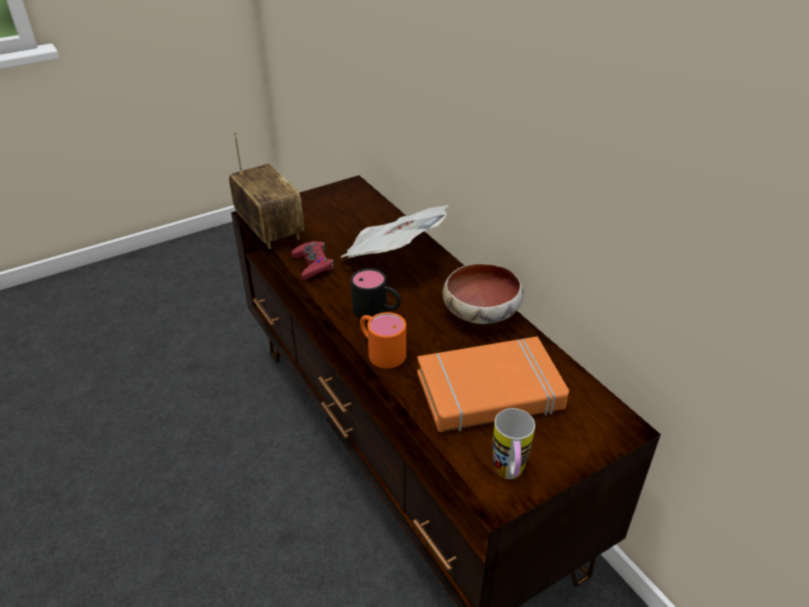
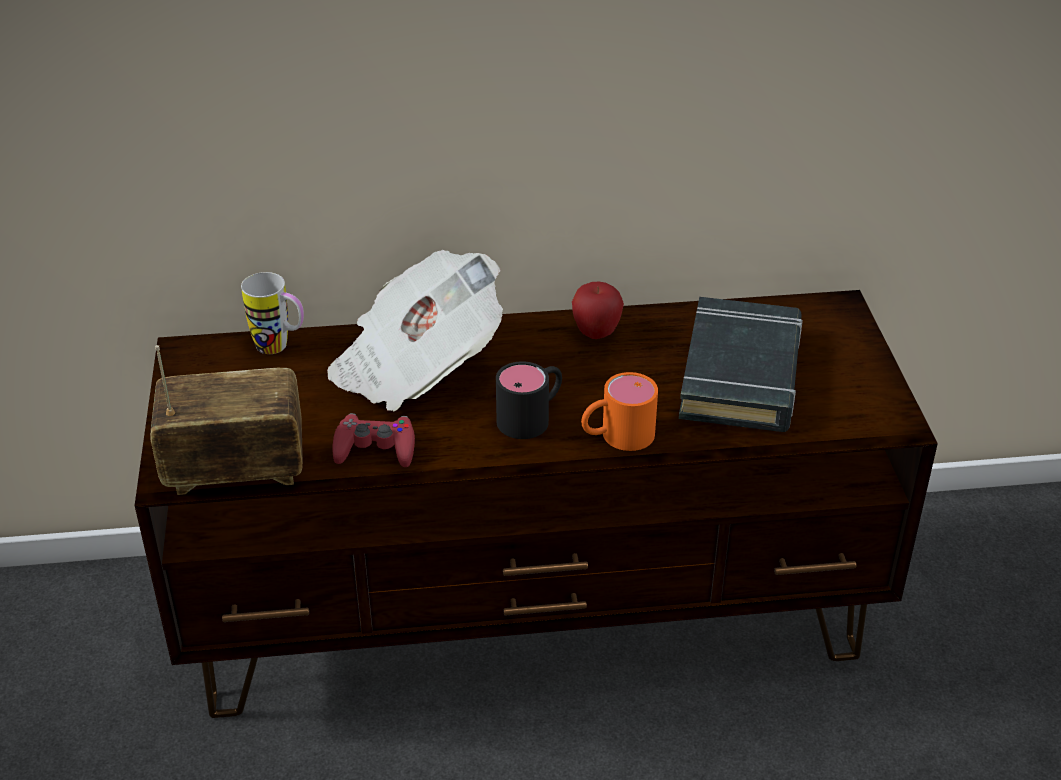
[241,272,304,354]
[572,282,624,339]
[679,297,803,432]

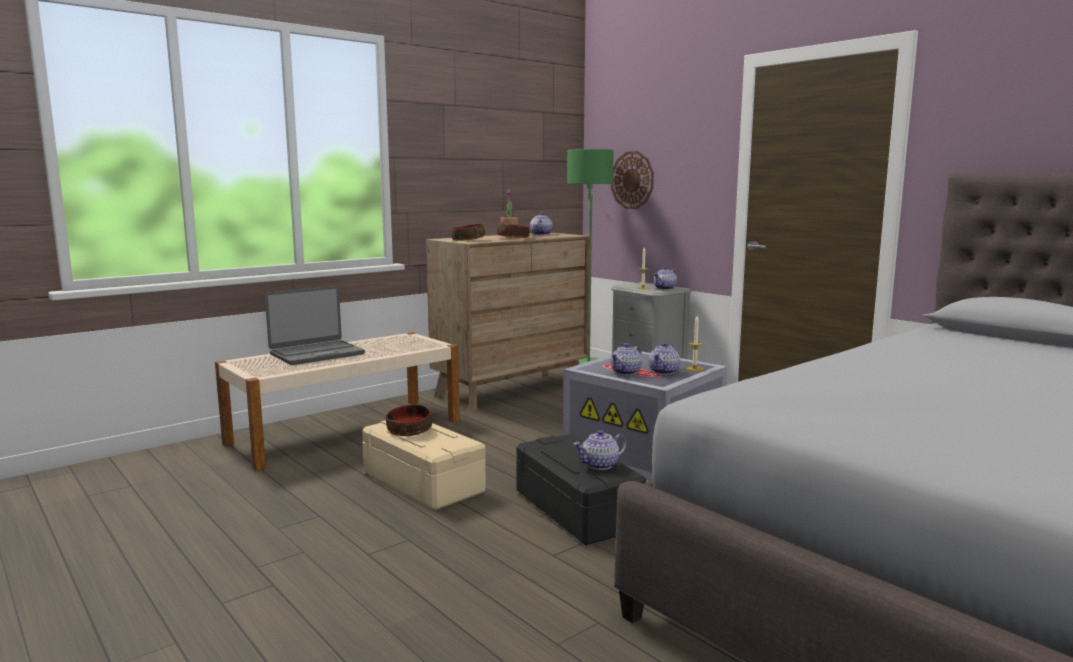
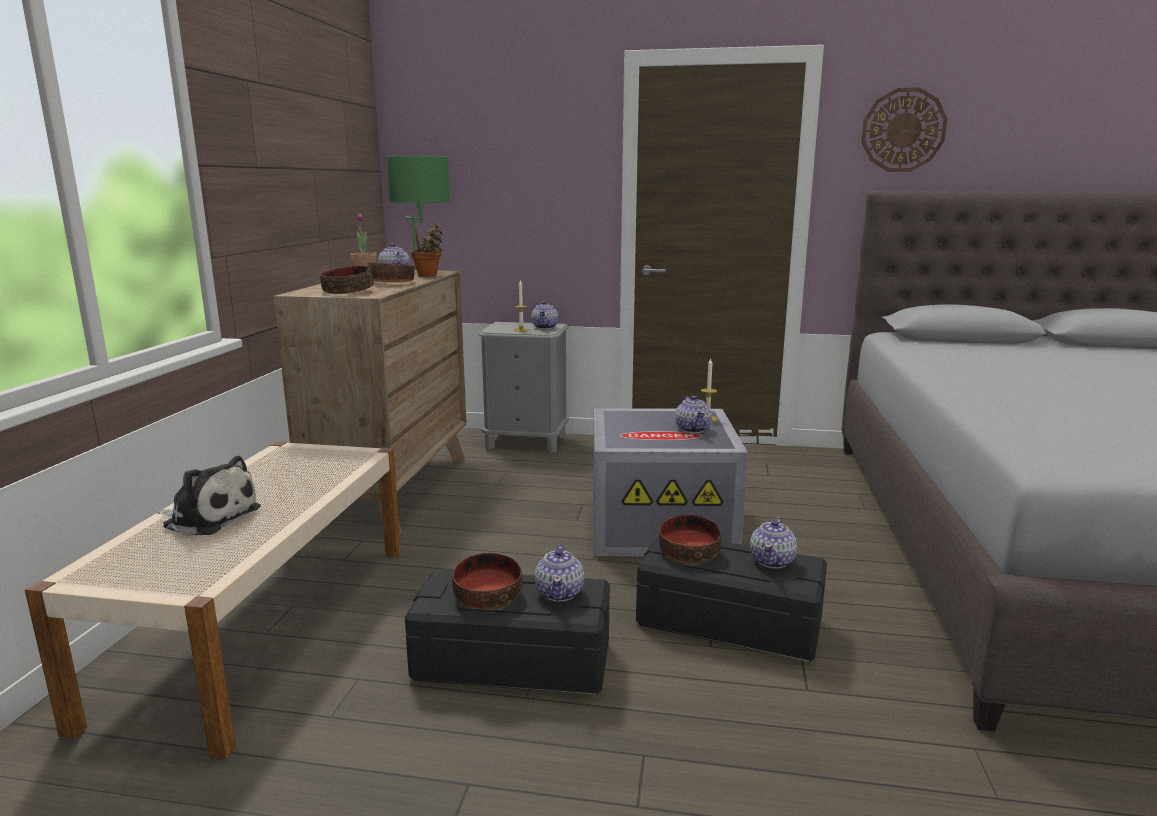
[411,223,443,276]
[659,515,722,563]
[861,88,947,172]
[535,544,584,602]
[157,456,261,536]
[405,570,610,695]

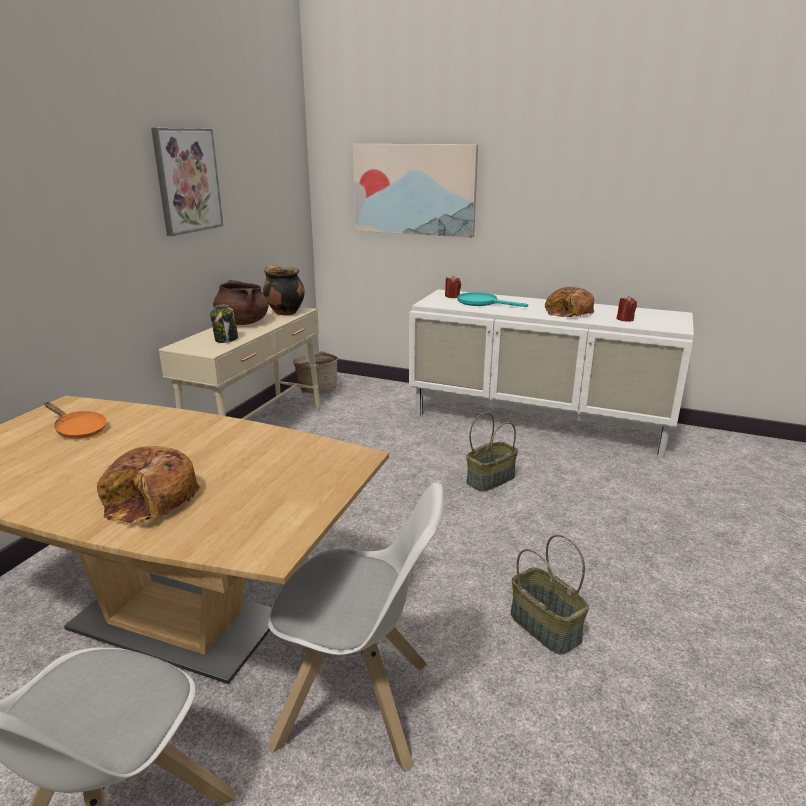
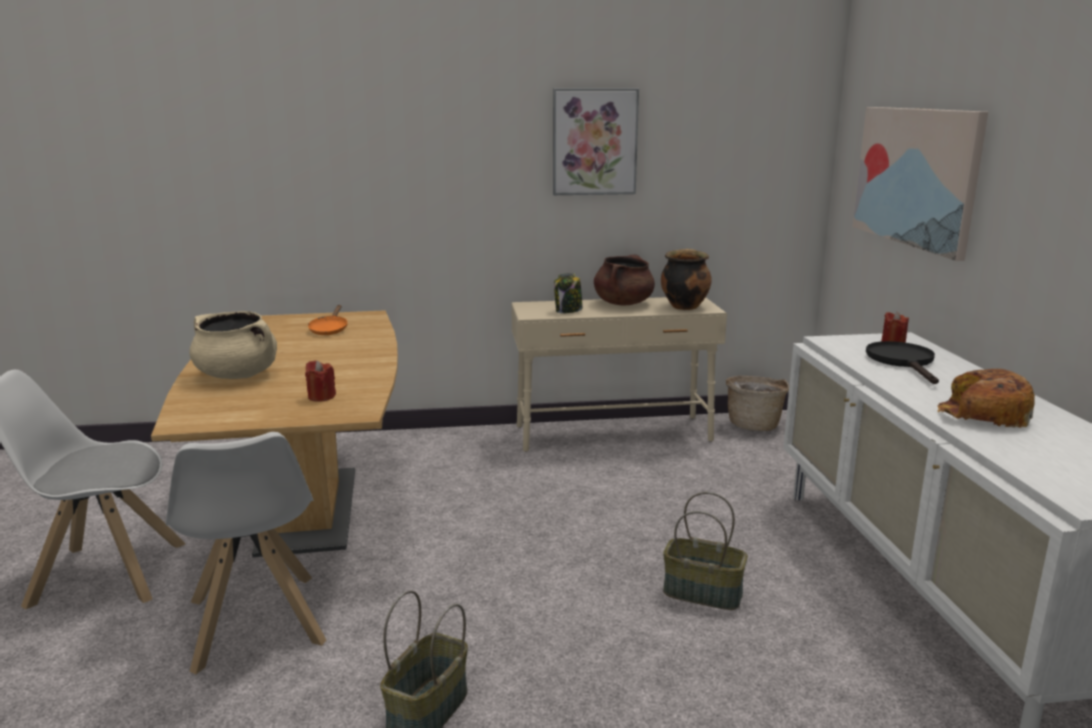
[305,361,336,402]
[189,311,277,379]
[866,341,939,384]

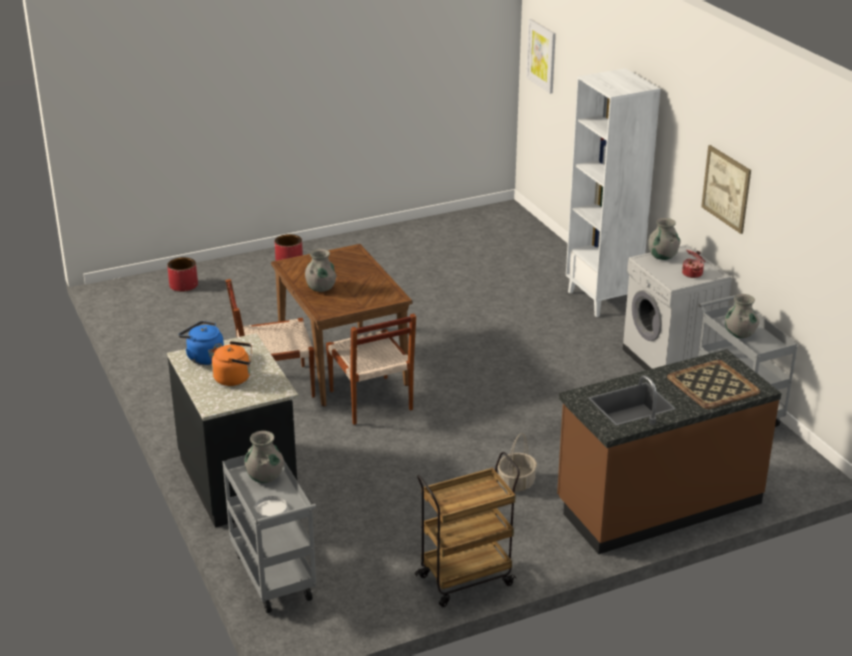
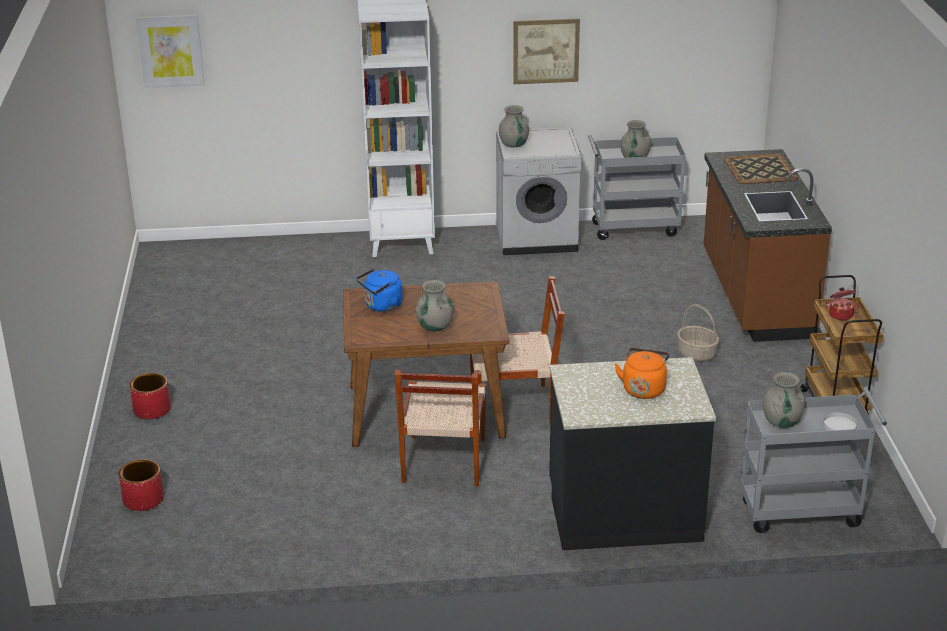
[356,268,403,312]
[825,287,860,320]

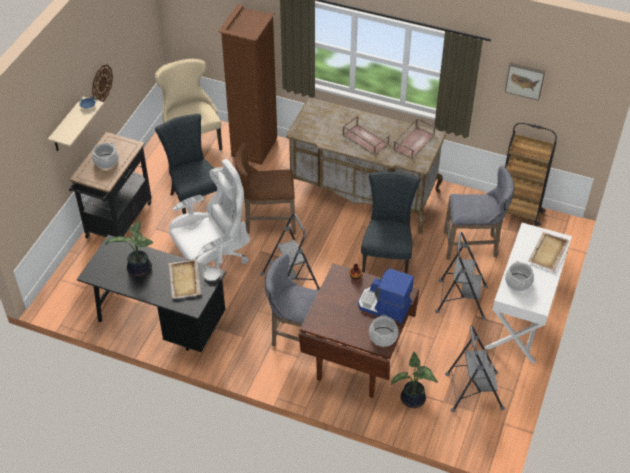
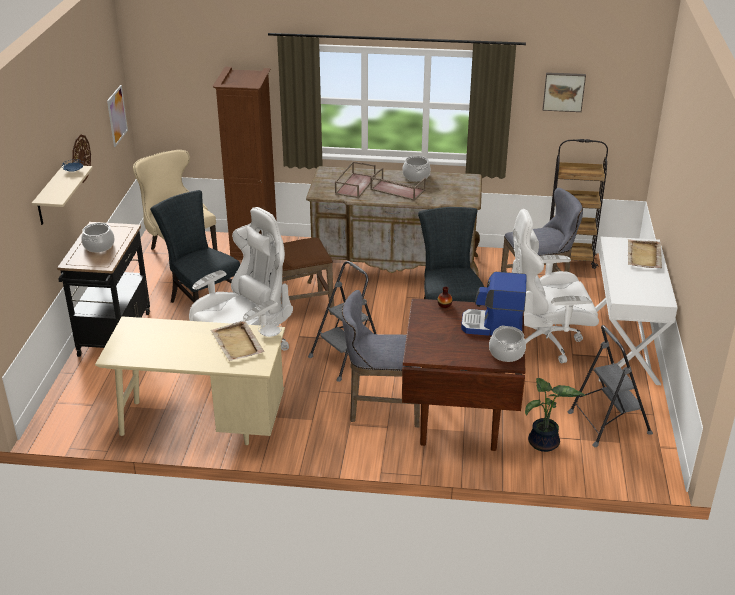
[105,220,153,277] (first image)
[107,85,128,147]
[335,161,376,198]
[402,156,431,181]
[512,209,599,364]
[95,316,285,445]

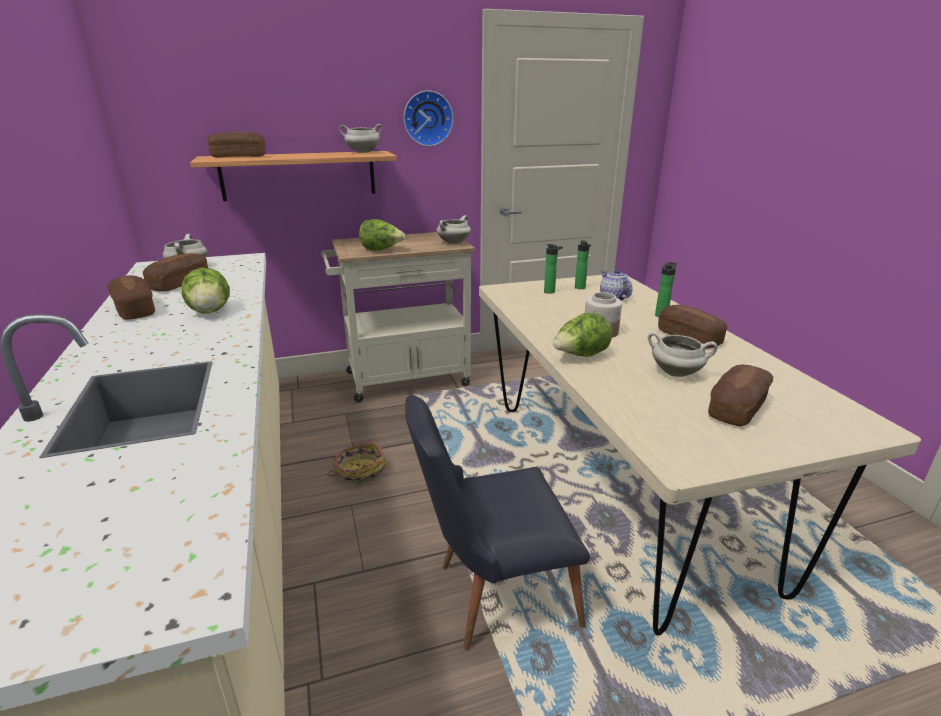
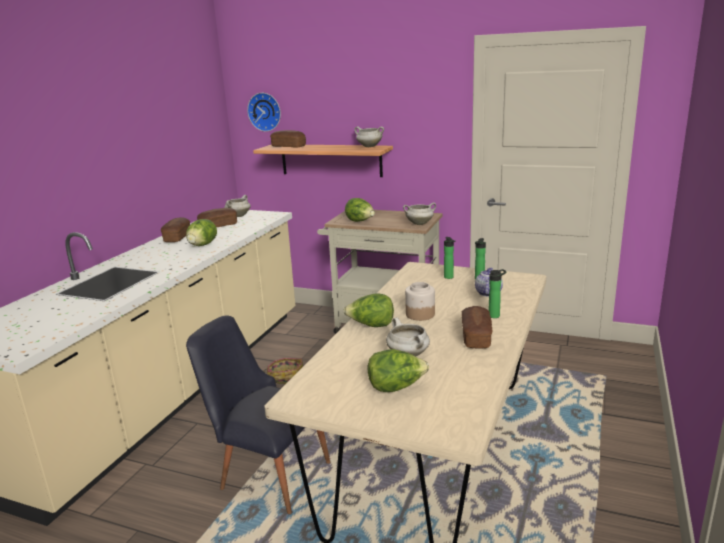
[247,93,281,132]
[368,349,429,392]

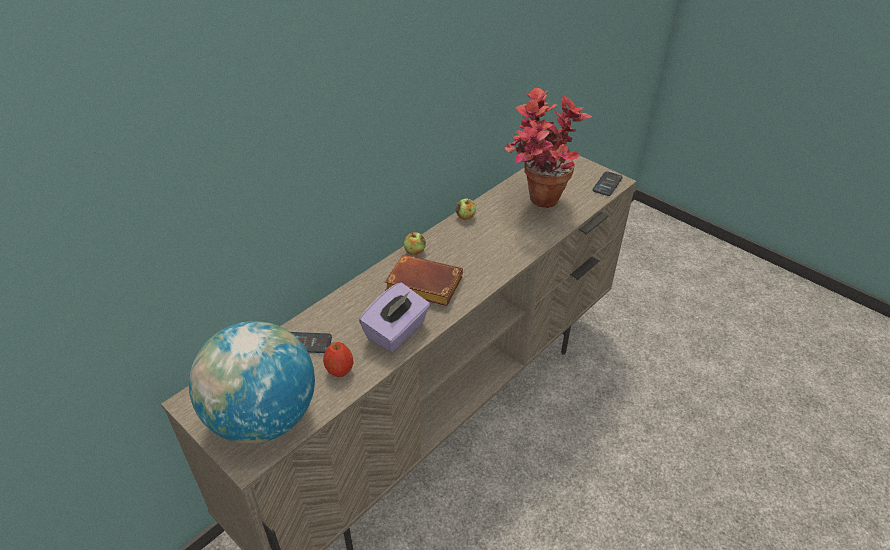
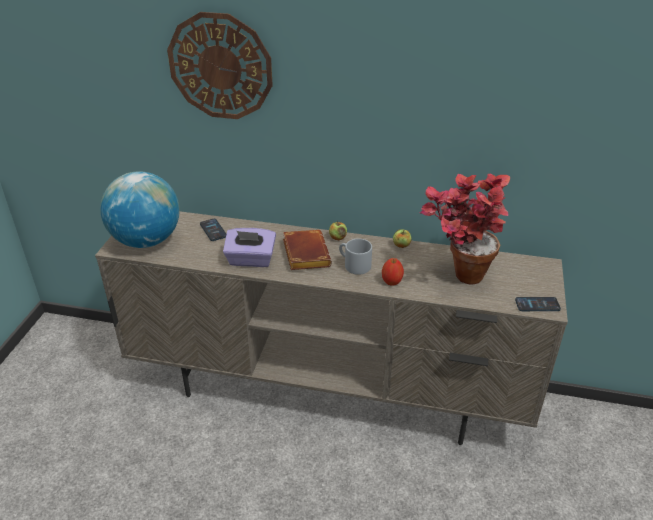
[167,12,273,119]
[339,238,372,275]
[382,258,404,286]

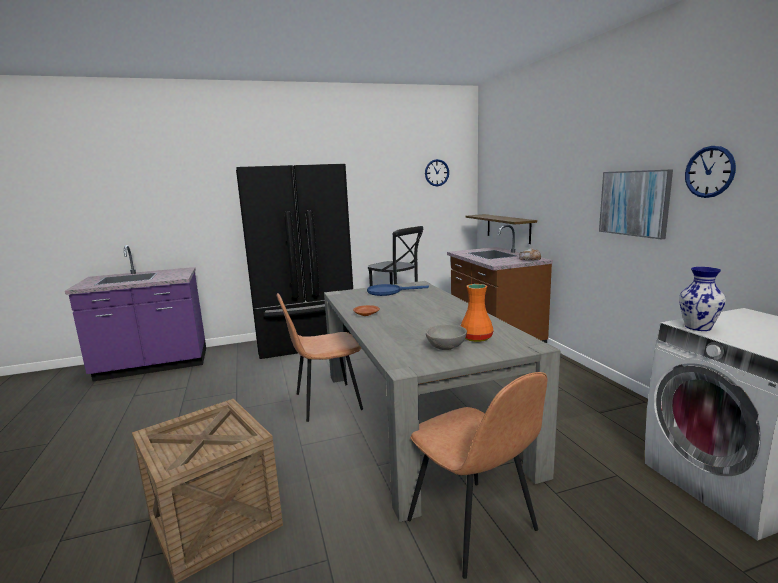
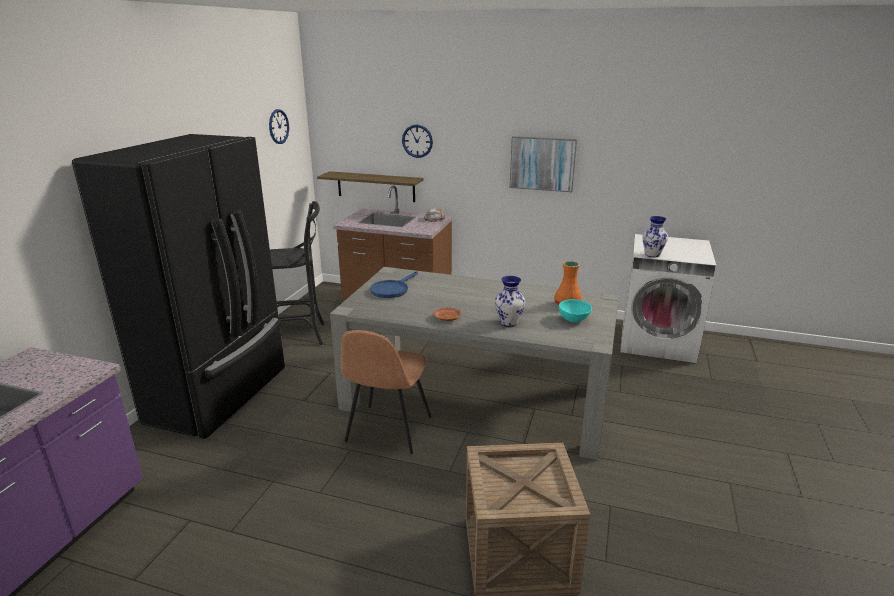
[407,372,547,579] (first image)
[495,276,525,327]
[402,125,433,158]
[559,299,592,322]

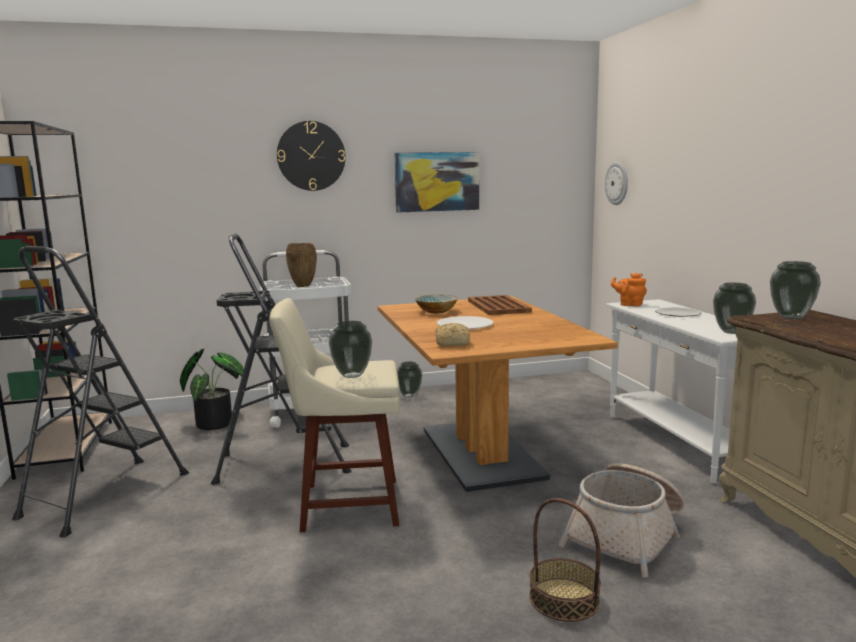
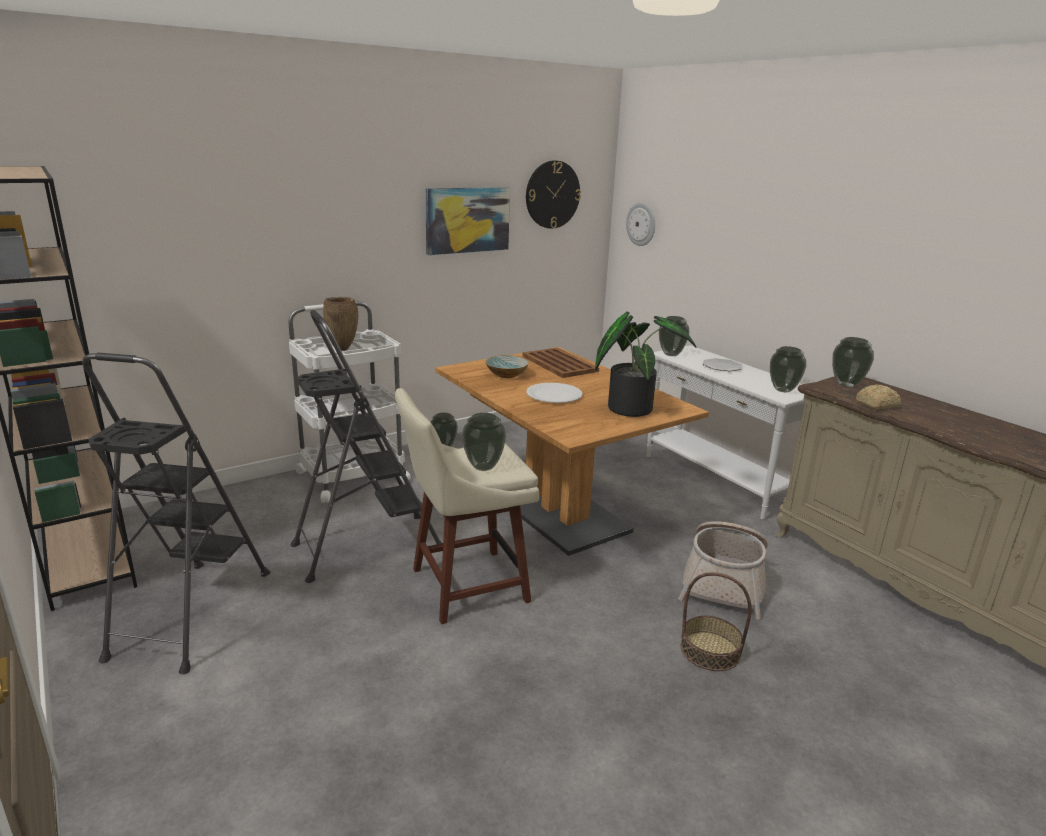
[595,312,696,417]
[526,160,581,229]
[856,384,901,410]
[659,316,689,356]

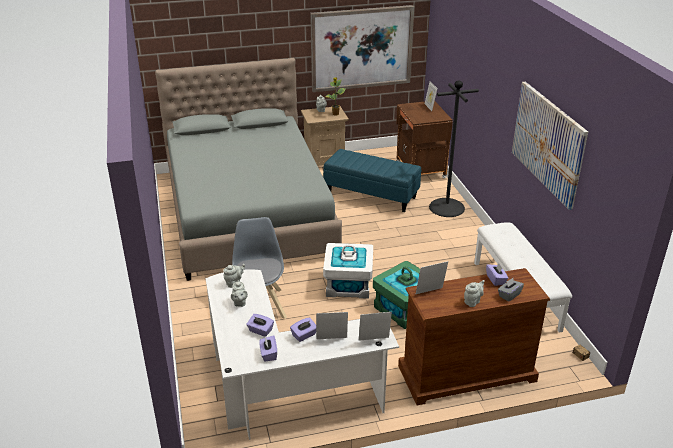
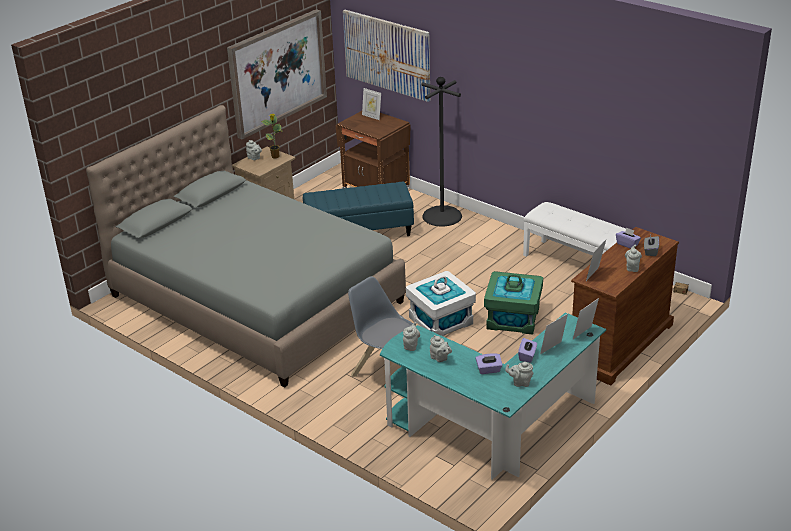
[343,10,430,102]
[505,362,534,387]
[380,313,606,480]

